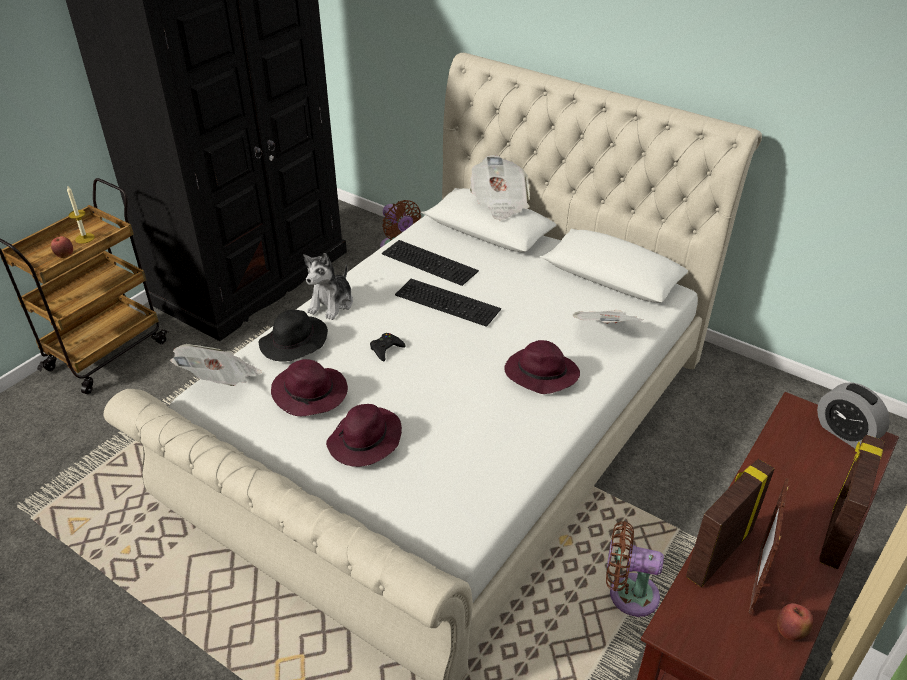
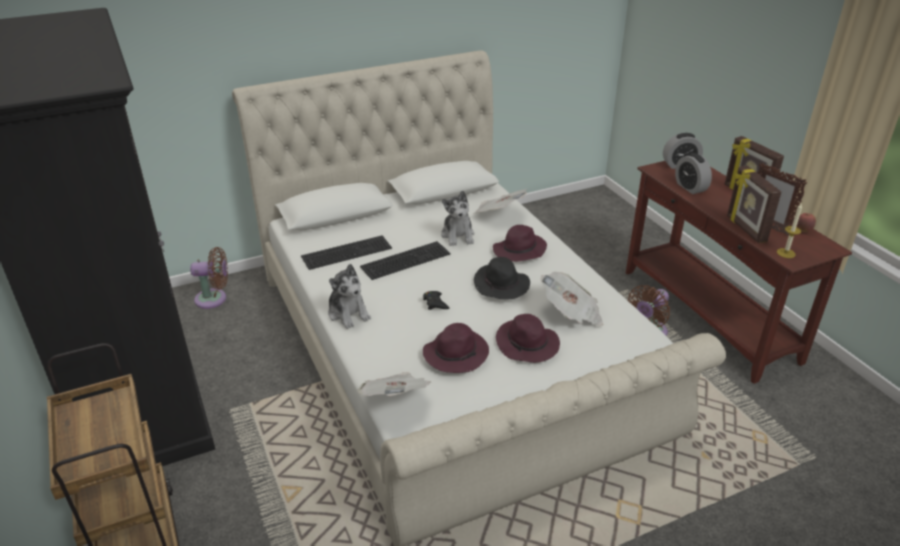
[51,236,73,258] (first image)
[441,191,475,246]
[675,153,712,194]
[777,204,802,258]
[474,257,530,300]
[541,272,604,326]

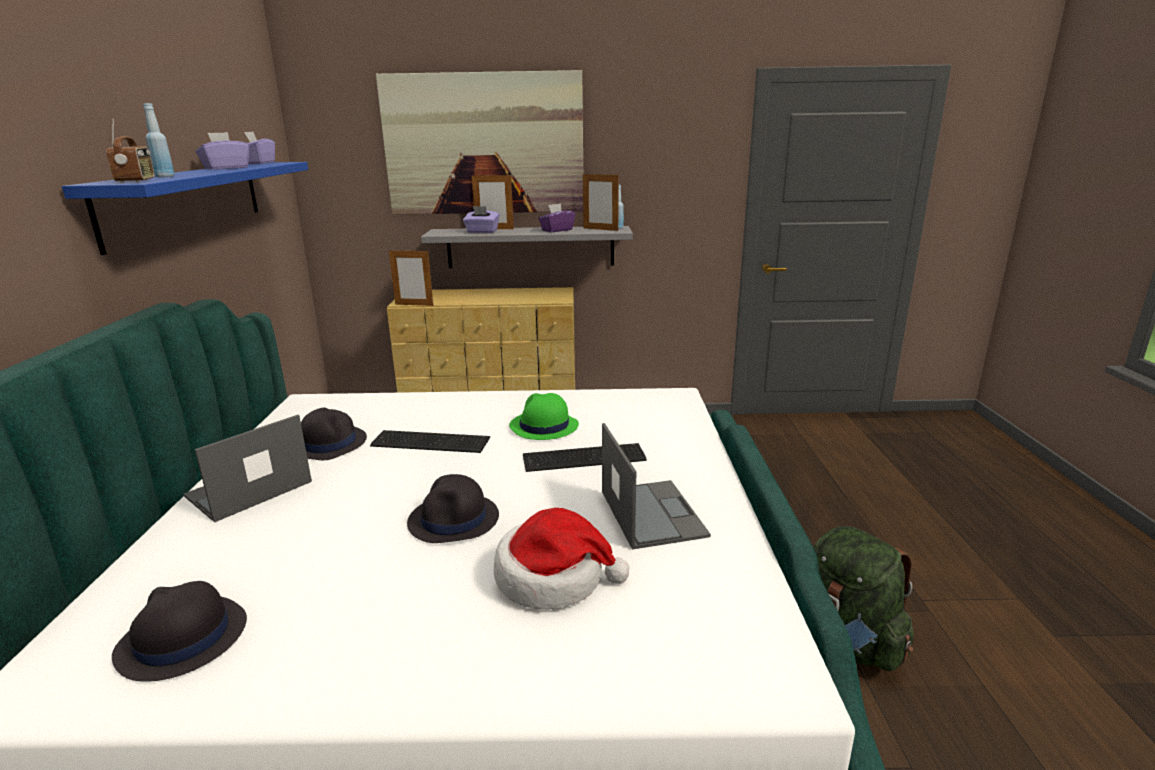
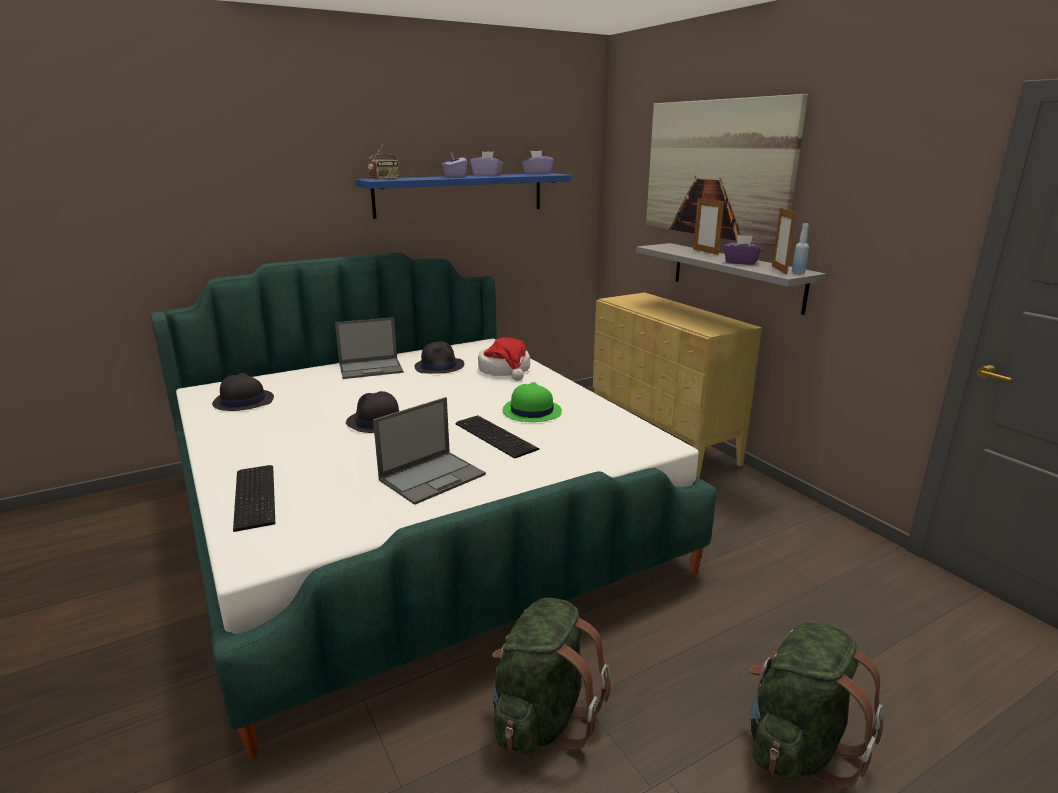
[143,103,175,177] (first image)
[389,249,434,306] (first image)
[750,621,884,789]
[233,465,275,532]
[442,152,467,177]
[478,337,530,381]
[335,317,403,379]

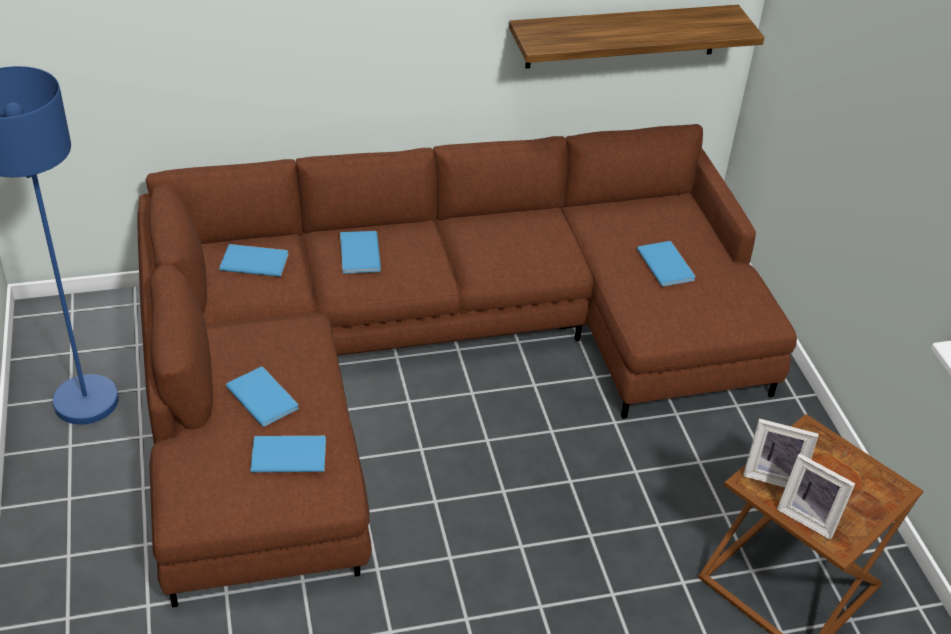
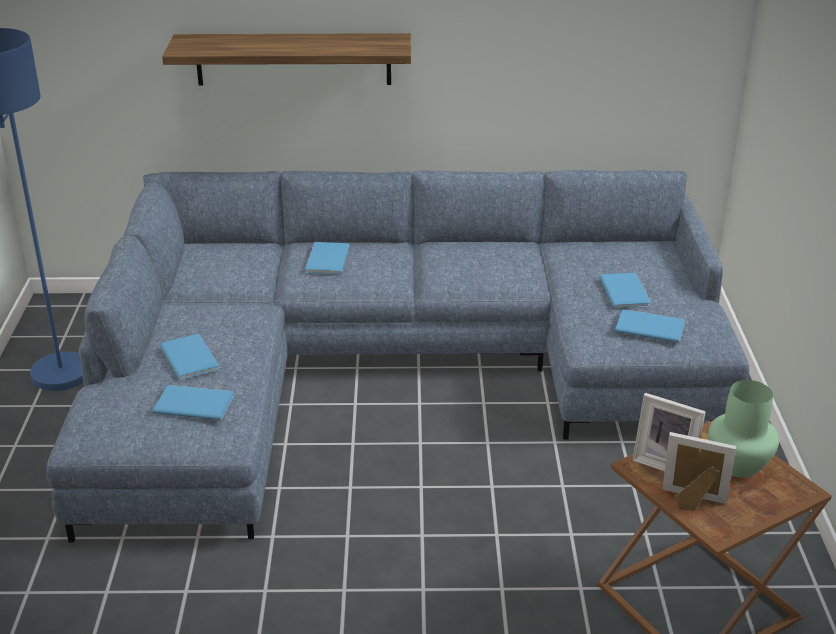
[708,380,779,478]
[615,309,685,343]
[162,33,411,86]
[46,170,749,543]
[662,432,737,511]

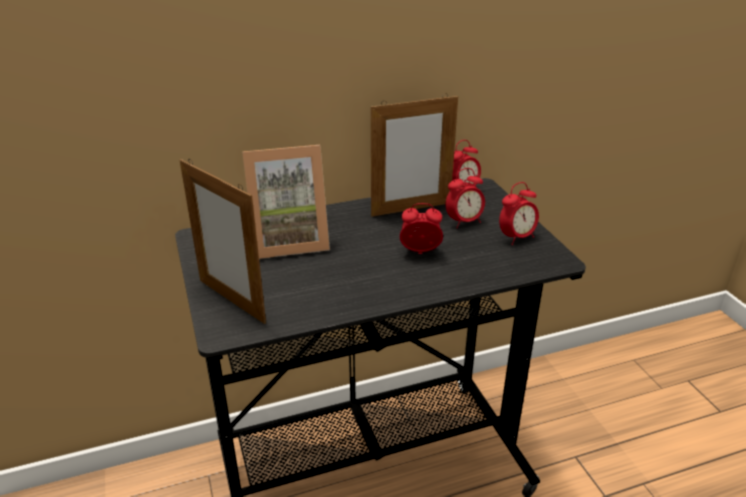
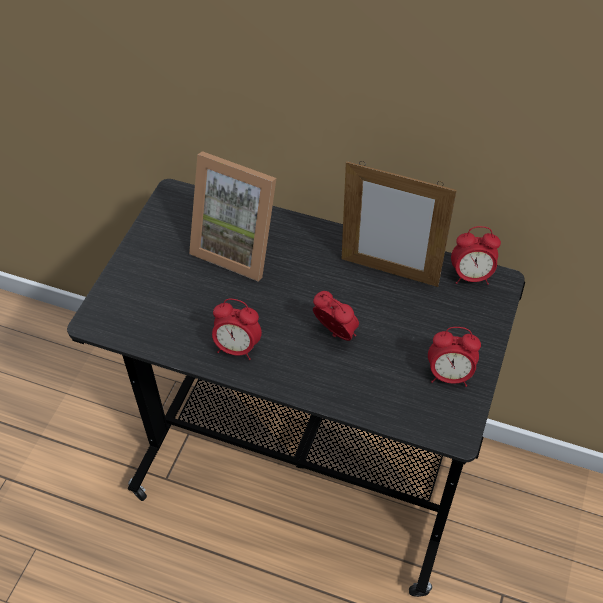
[180,159,266,324] (first image)
[212,299,262,360]

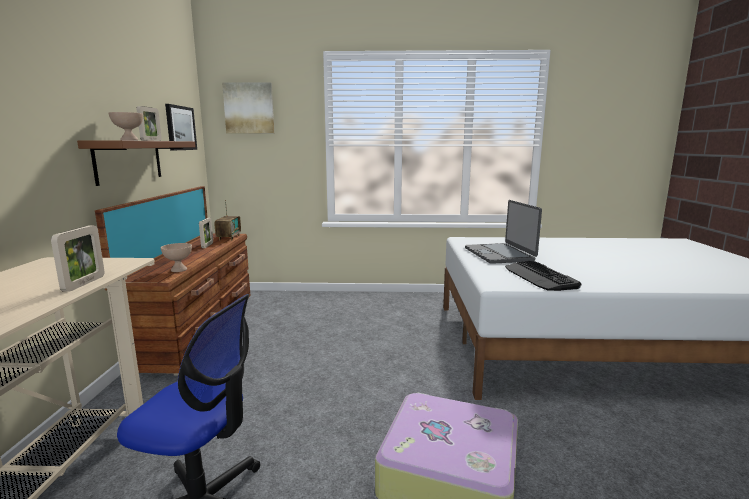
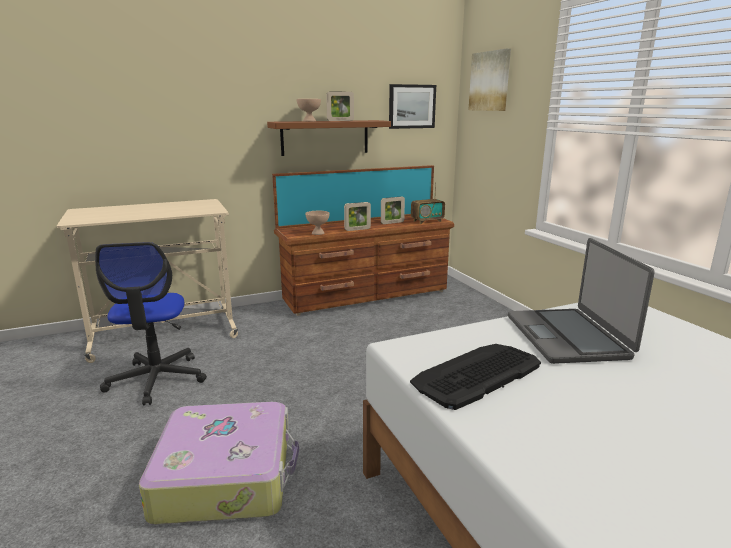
[344,202,371,231]
[508,238,655,364]

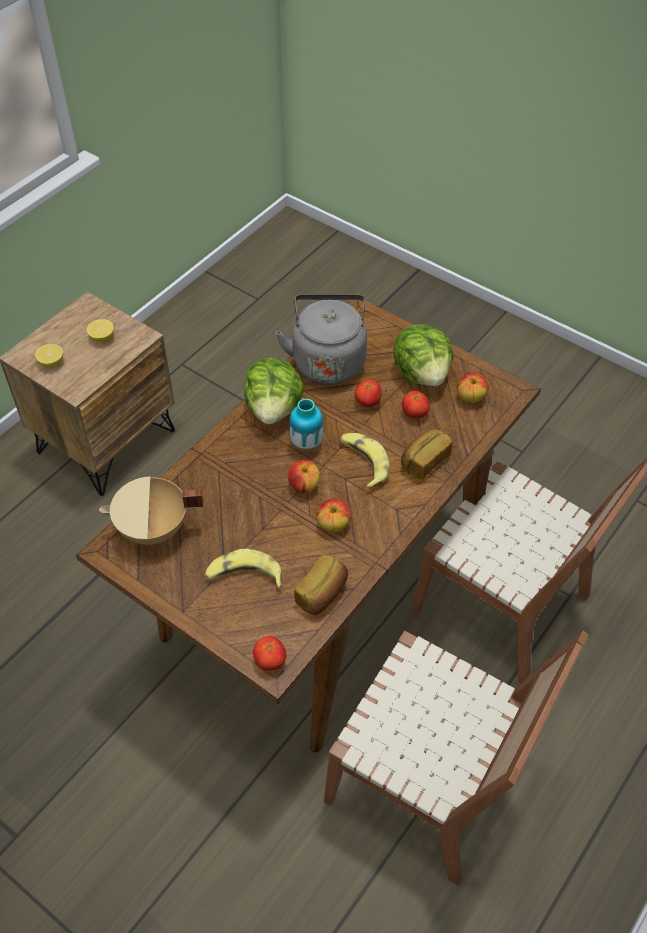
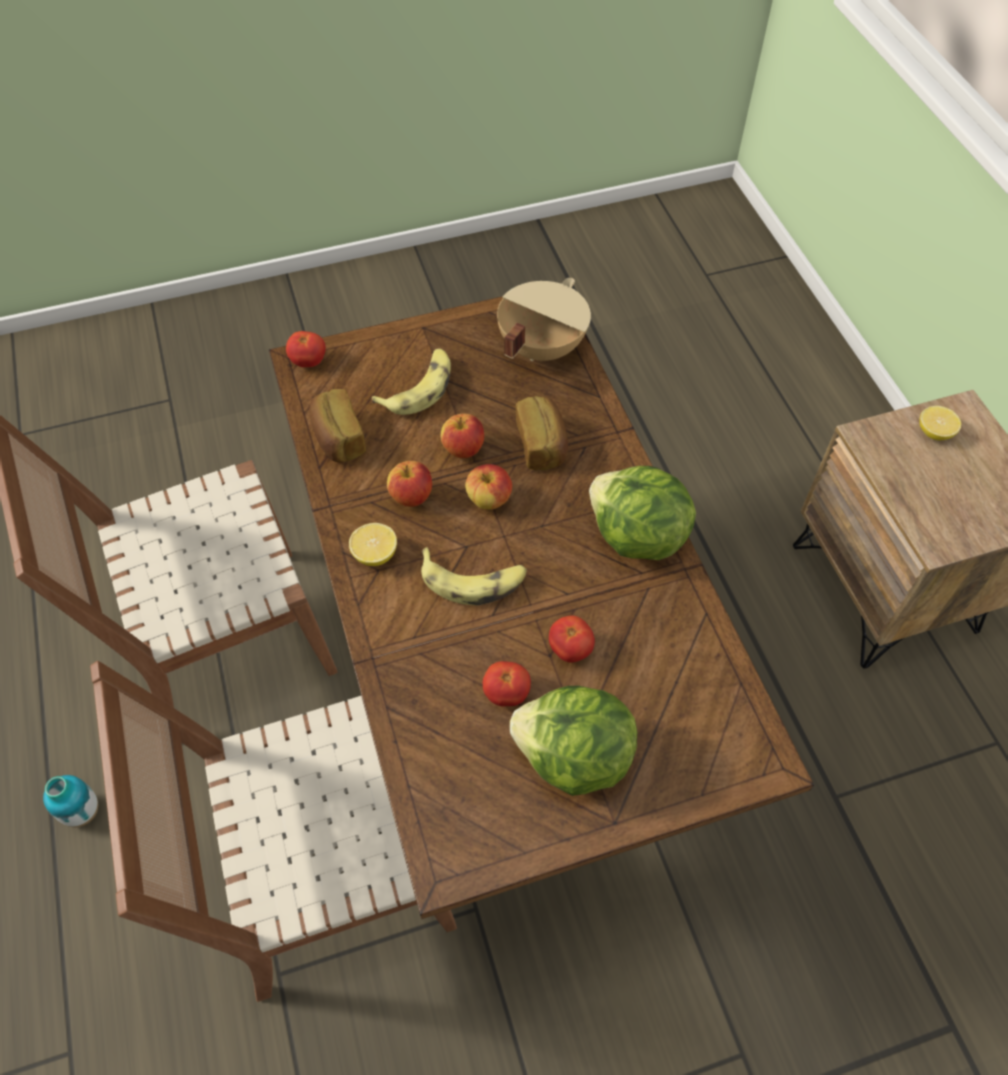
[276,294,367,385] (first image)
[349,523,397,566]
[43,775,98,827]
[516,396,568,470]
[441,414,484,458]

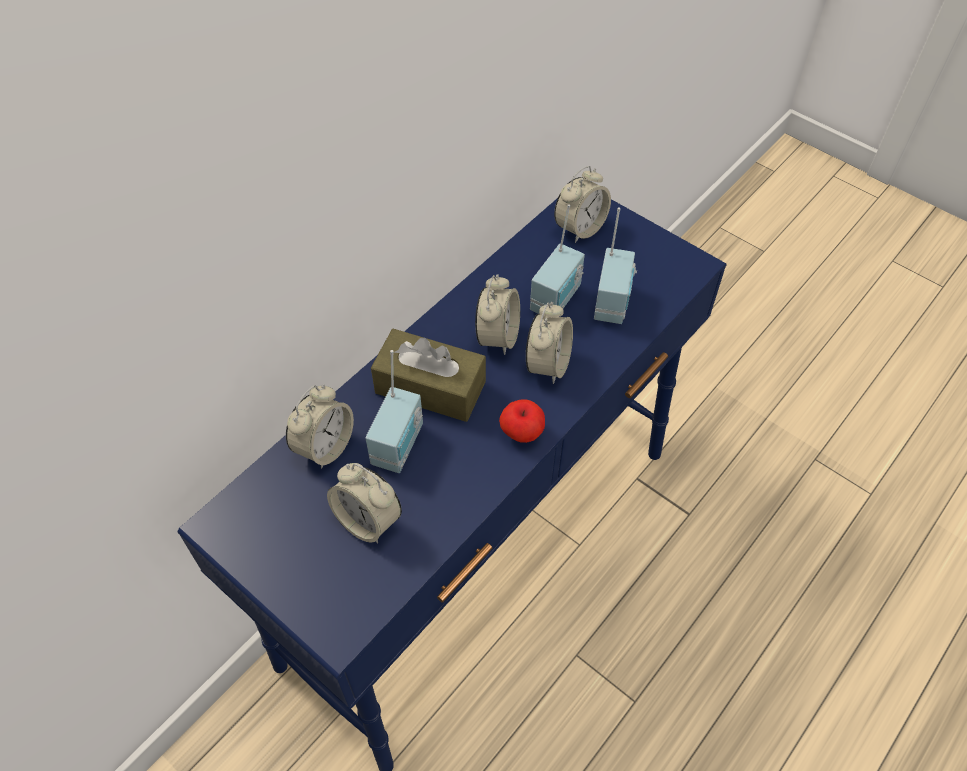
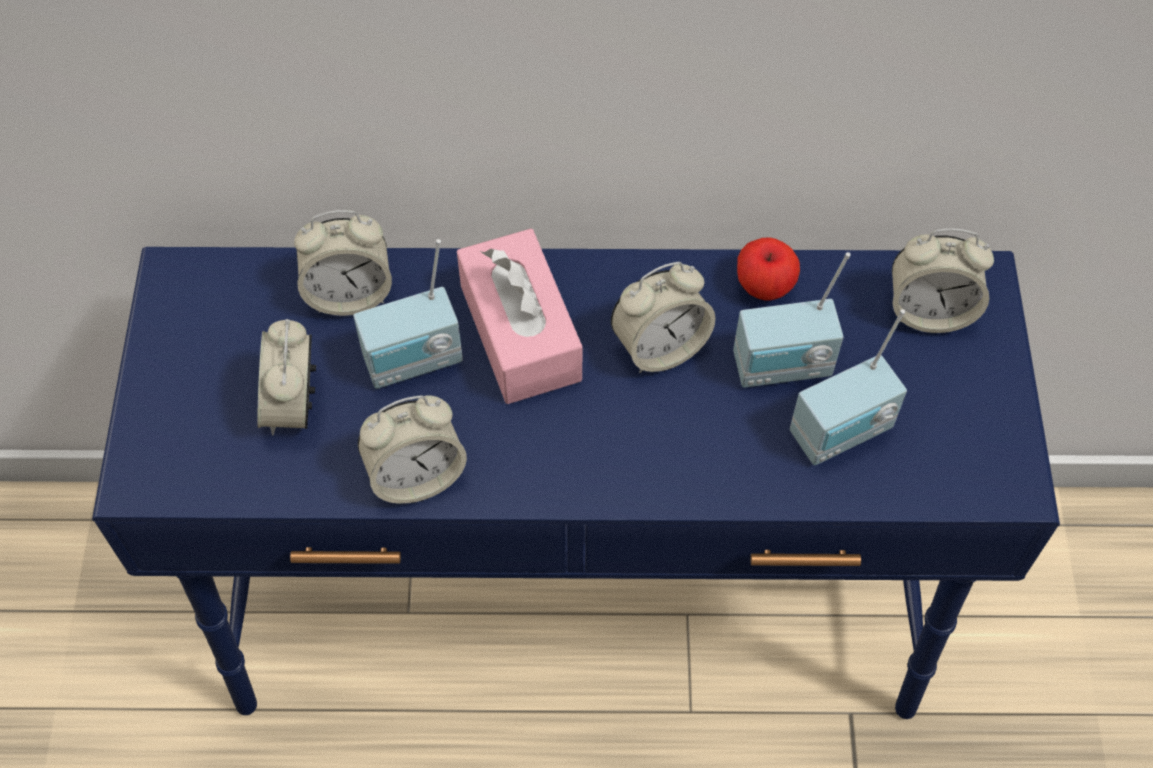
[737,237,800,301]
[358,395,467,504]
[457,229,582,404]

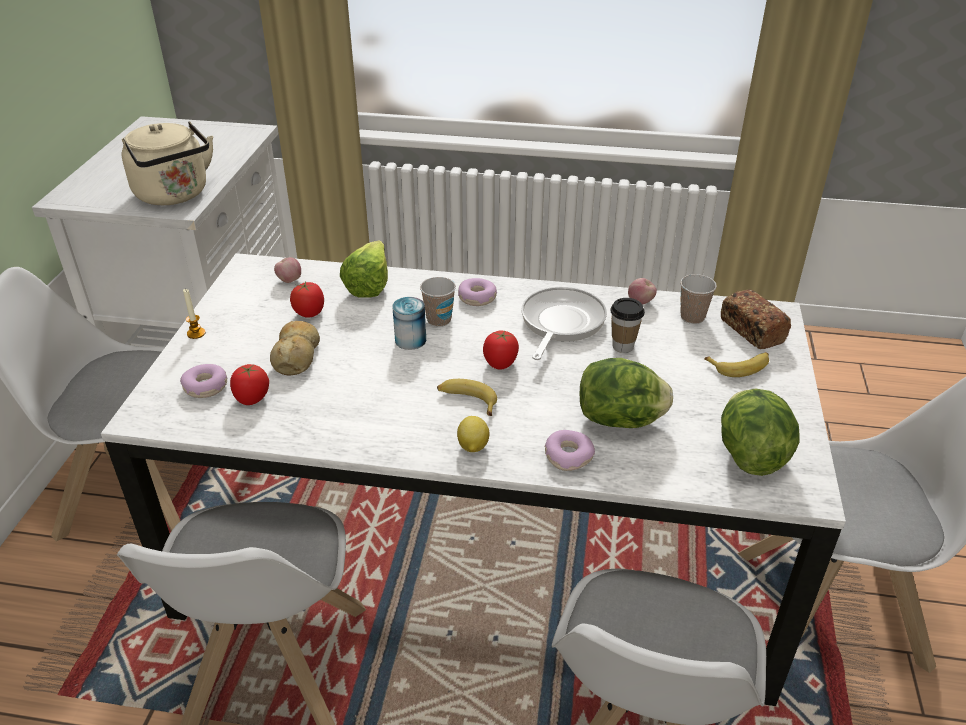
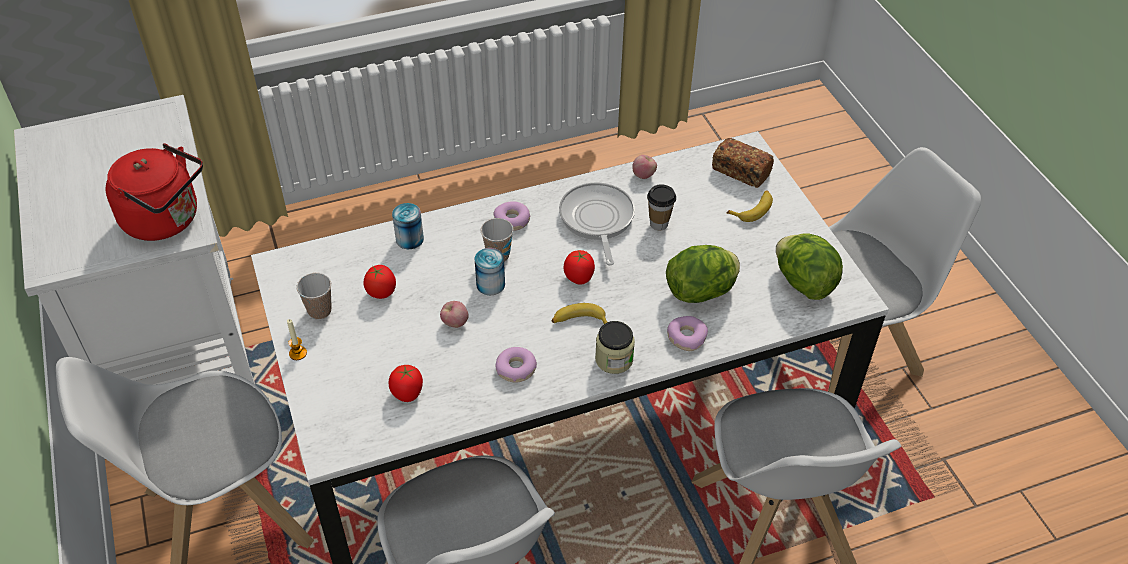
[270,321,320,376] (first image)
[495,347,537,383]
[440,301,469,328]
[296,273,332,320]
[392,203,424,249]
[595,321,635,374]
[105,143,203,241]

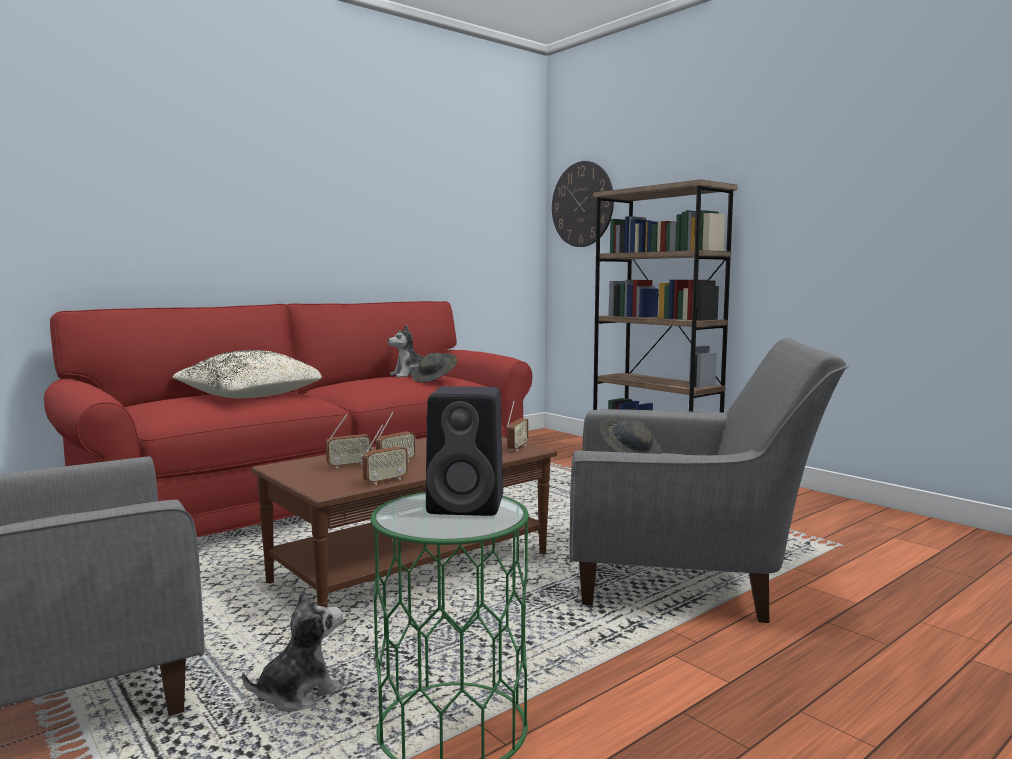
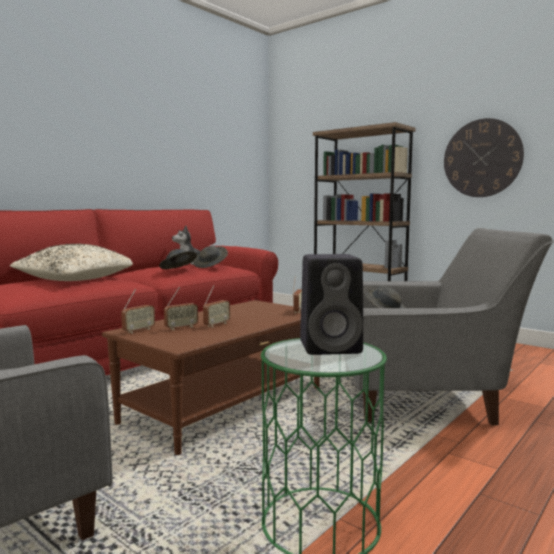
[242,589,343,712] (first image)
[159,249,197,269]
[121,289,155,333]
[444,118,524,197]

